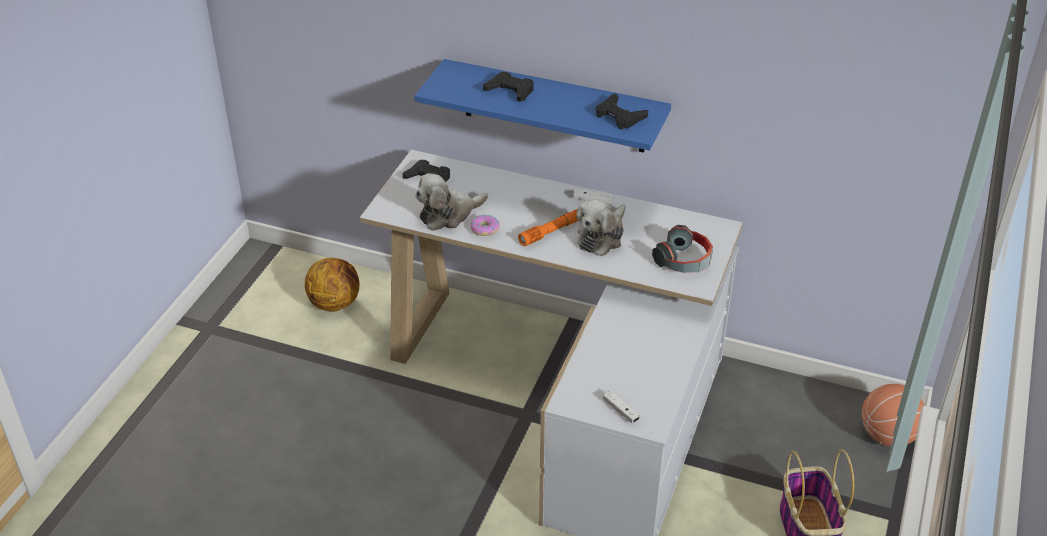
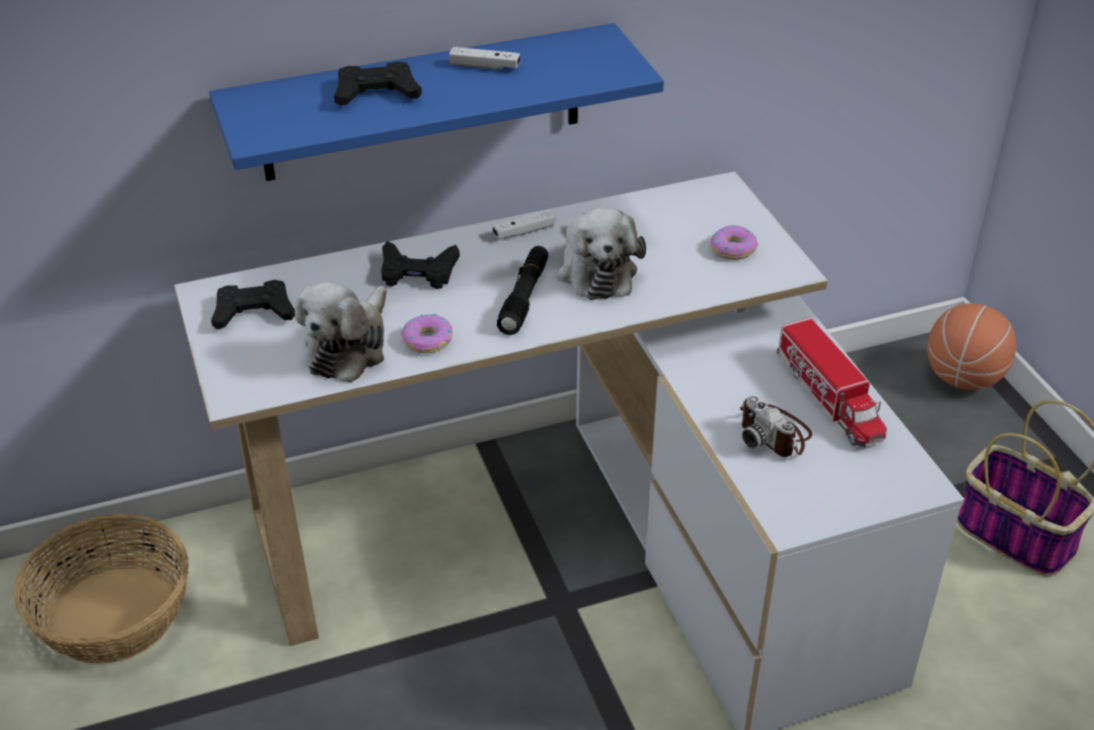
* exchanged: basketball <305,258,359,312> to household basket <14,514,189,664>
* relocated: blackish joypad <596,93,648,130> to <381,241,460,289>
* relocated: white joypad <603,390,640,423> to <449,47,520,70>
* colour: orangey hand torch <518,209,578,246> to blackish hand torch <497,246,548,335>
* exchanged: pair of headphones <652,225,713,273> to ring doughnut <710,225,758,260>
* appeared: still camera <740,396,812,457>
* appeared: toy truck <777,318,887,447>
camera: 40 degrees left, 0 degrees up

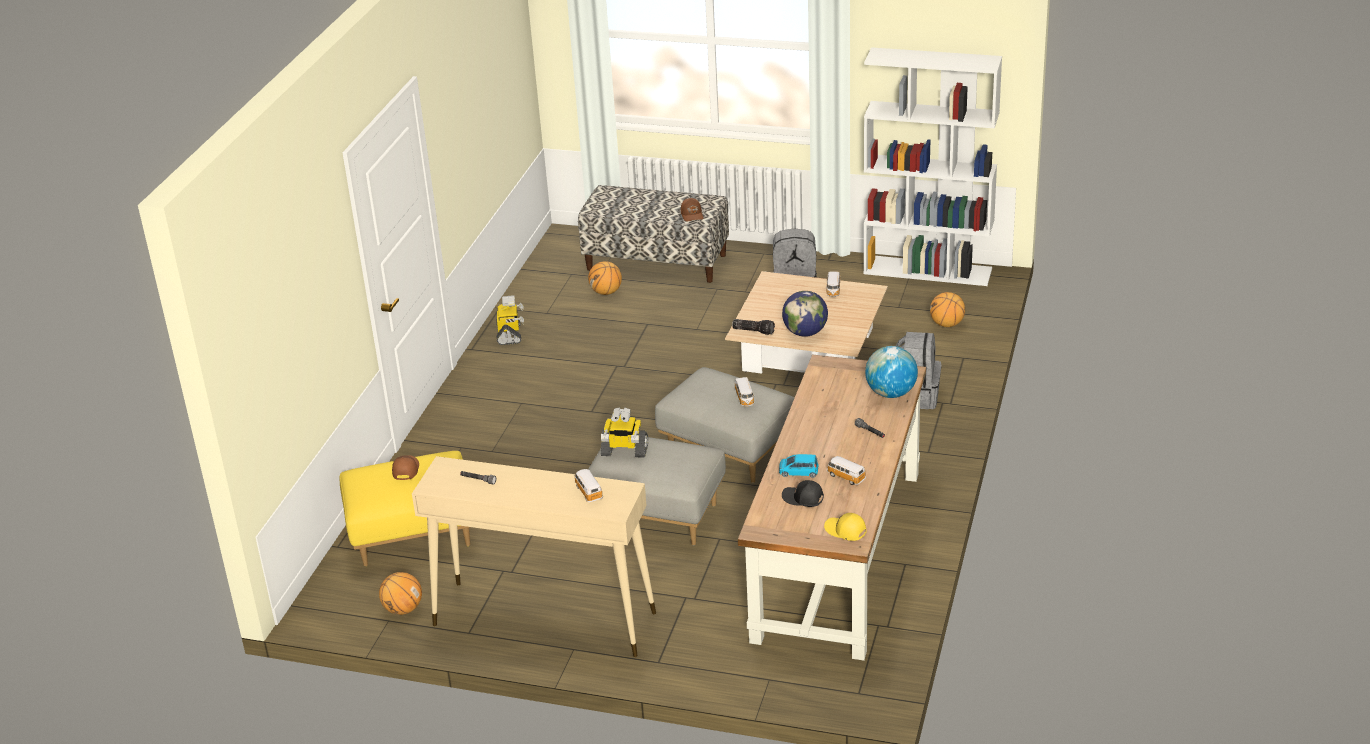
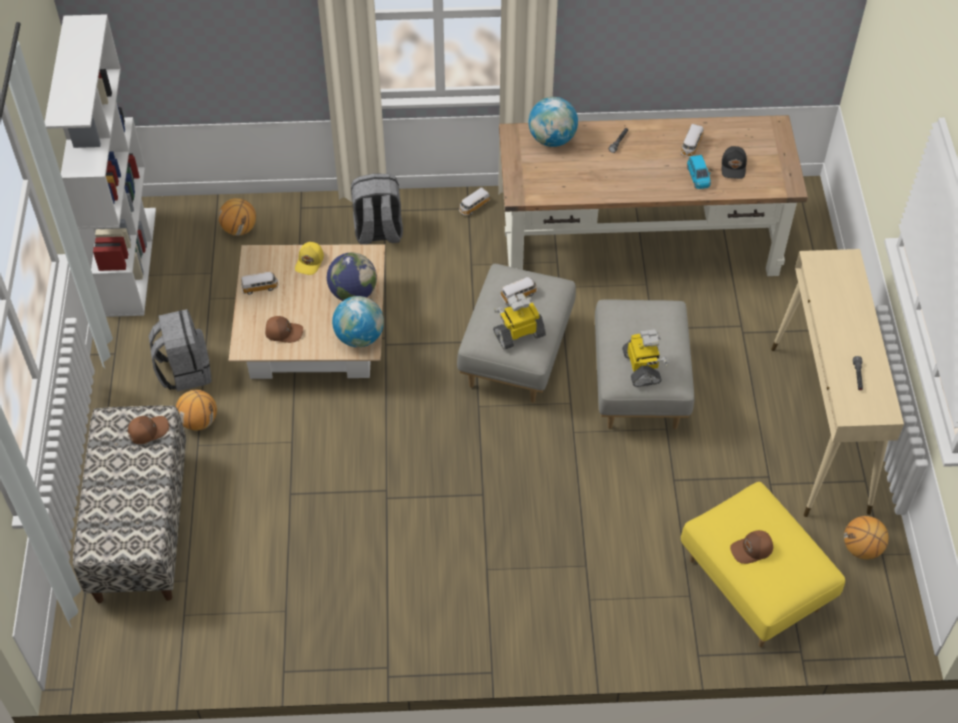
* relocated: basketball <588,261,622,295> to <176,390,217,431>
* appeared: brownish peaked cap <265,316,303,343>
* relocated: yellow peaked cap <824,513,866,541> to <295,242,324,275>
* exchanged: hand torch <732,319,775,335> to desk globe <332,296,384,347>
* relocated: toy car <573,469,603,502> to <459,187,490,216>
* relocated: robot figure <497,295,524,345> to <493,293,546,350>
camera: 110 degrees left, 20 degrees up

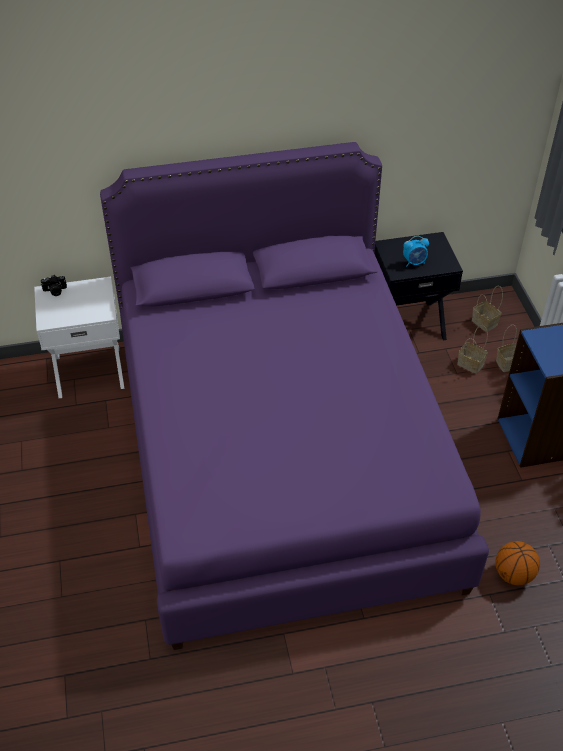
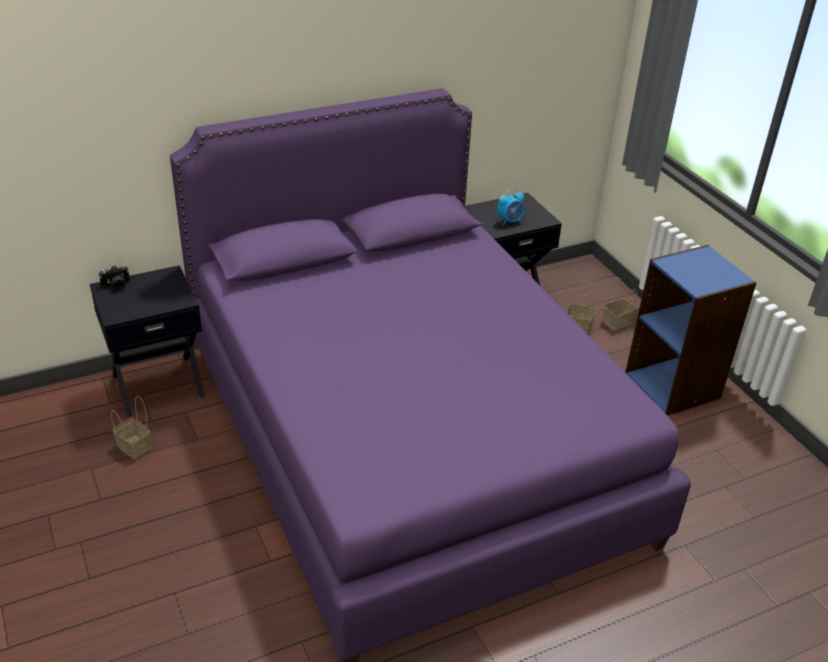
* colour: white night table <34,277,124,398> to blackish night table <90,265,205,417>
* relocated: household basket <472,285,503,332> to <111,395,152,459>
* missing: basketball <495,541,540,585>
camera: 15 degrees left, 10 degrees down

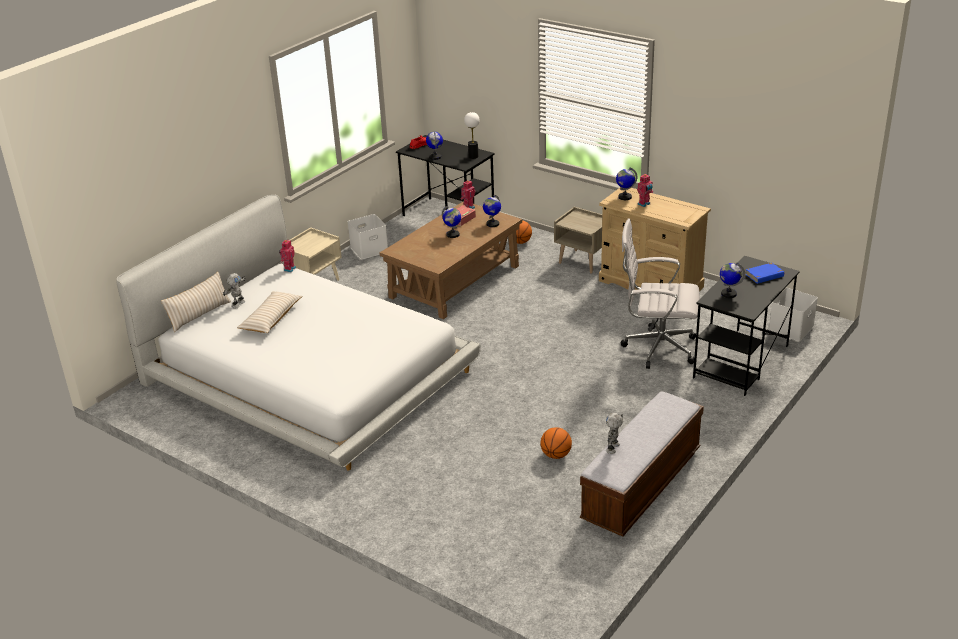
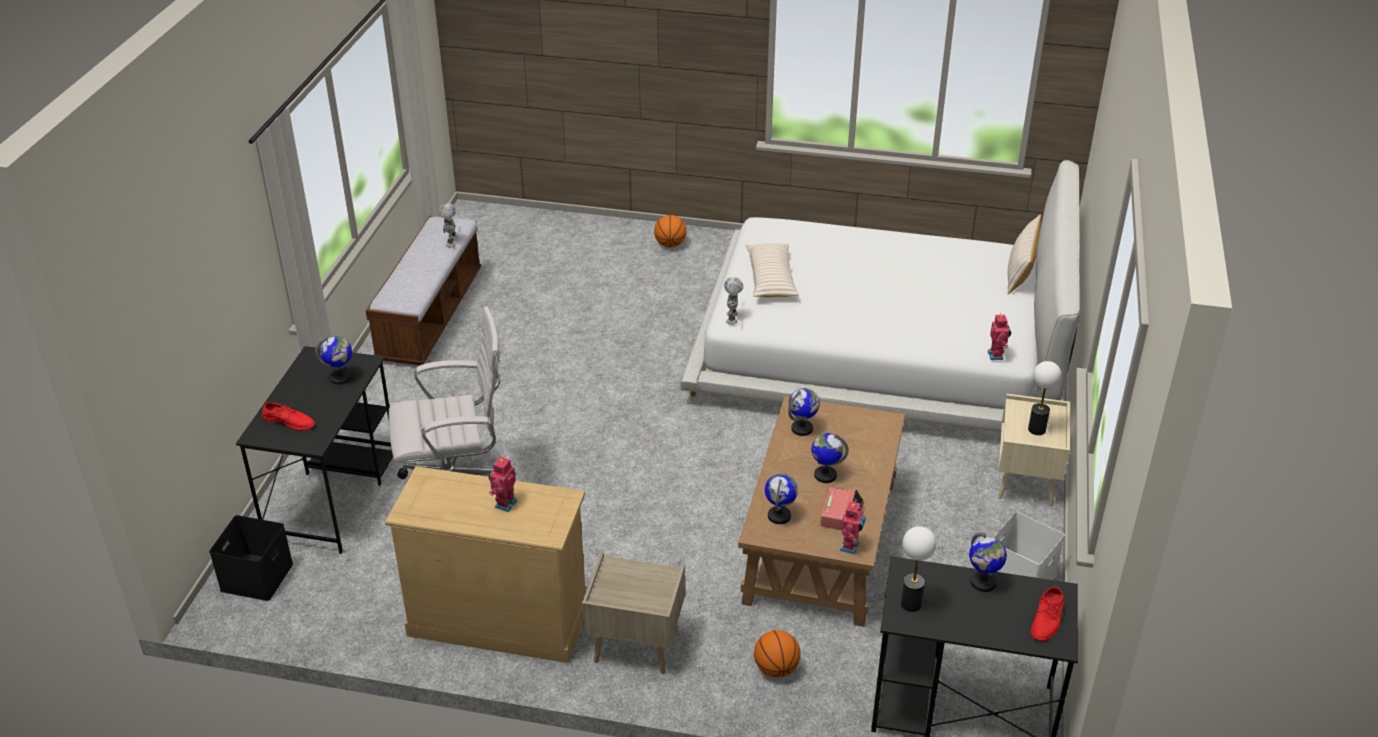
* colour: white storage box <769,288,818,341> to blackish storage box <209,515,293,601>
* exchanged: blue book <745,263,786,284> to red-coloured low shoe <262,402,315,431>
* relocated: basketball <540,427,572,459> to <654,215,687,247>
* relocated: robot figure <223,273,245,308> to <724,277,743,325>
* relocated: beige-coloured pillow <237,291,303,333> to <745,243,799,297>
* relocated: desk globe <616,167,637,200> to <788,388,820,436>
* appeared: lamp for a table <1028,361,1062,435>
camera: 155 degrees right, 5 degrees up

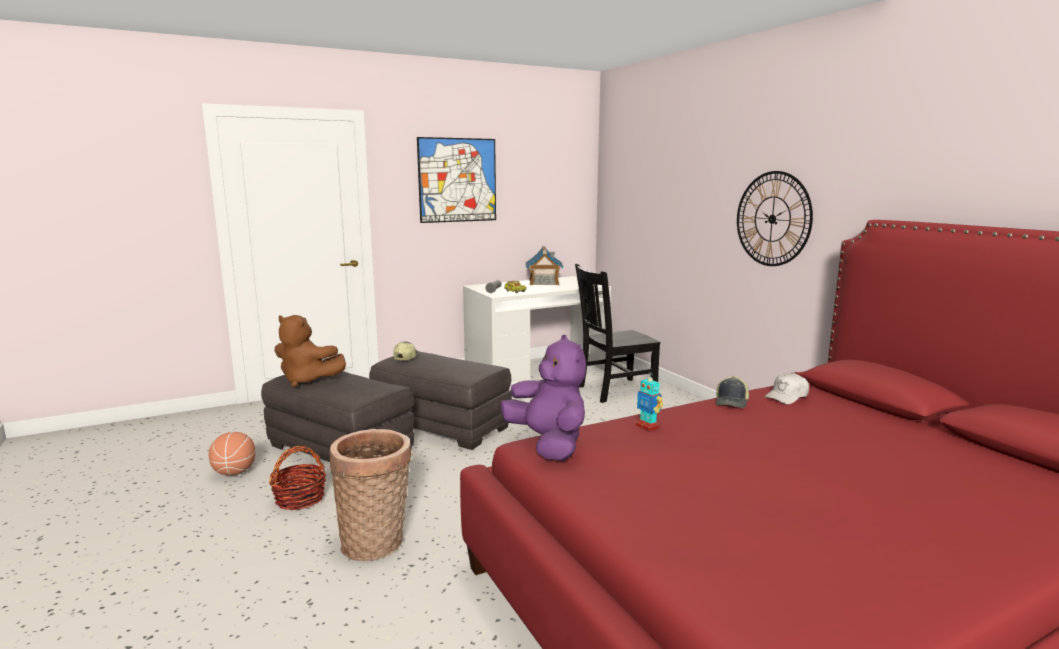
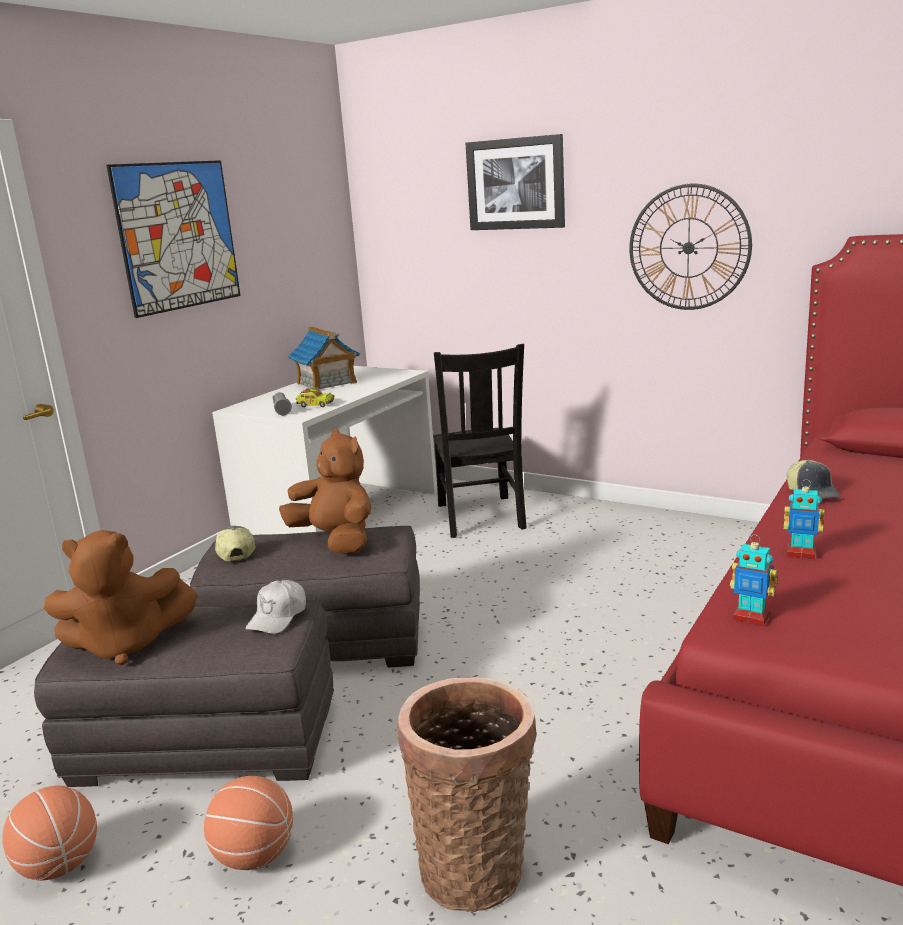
* exchanged: household basket <269,446,326,510> to basketball <204,776,293,870>
* relocated: white peaked cap <764,373,809,404> to <246,580,306,634>
* appeared: brownish plush toy <279,429,371,554>
* spun: blackish upright chair <575,264,660,403> = <433,344,527,538> 45 degrees counterclockwise
* appeared: picture <465,134,565,230>
* exchanged: purple-coloured plush toy <500,335,586,461> to robot figure <730,535,777,626>
camera: 30 degrees left, 5 degrees up

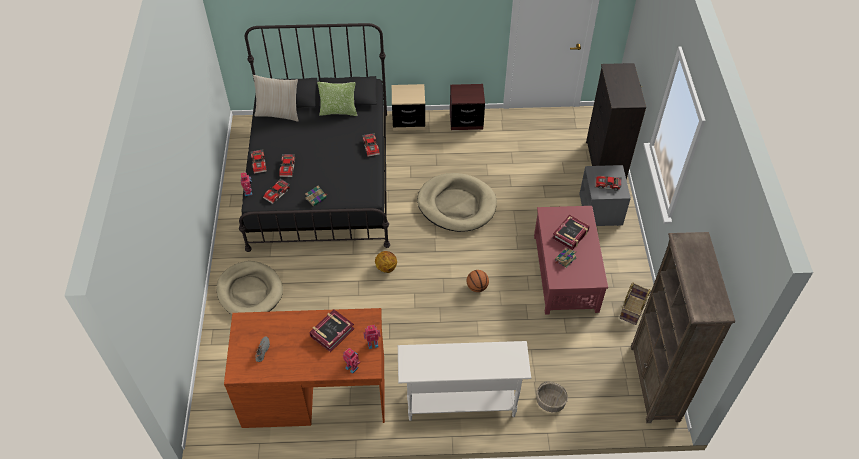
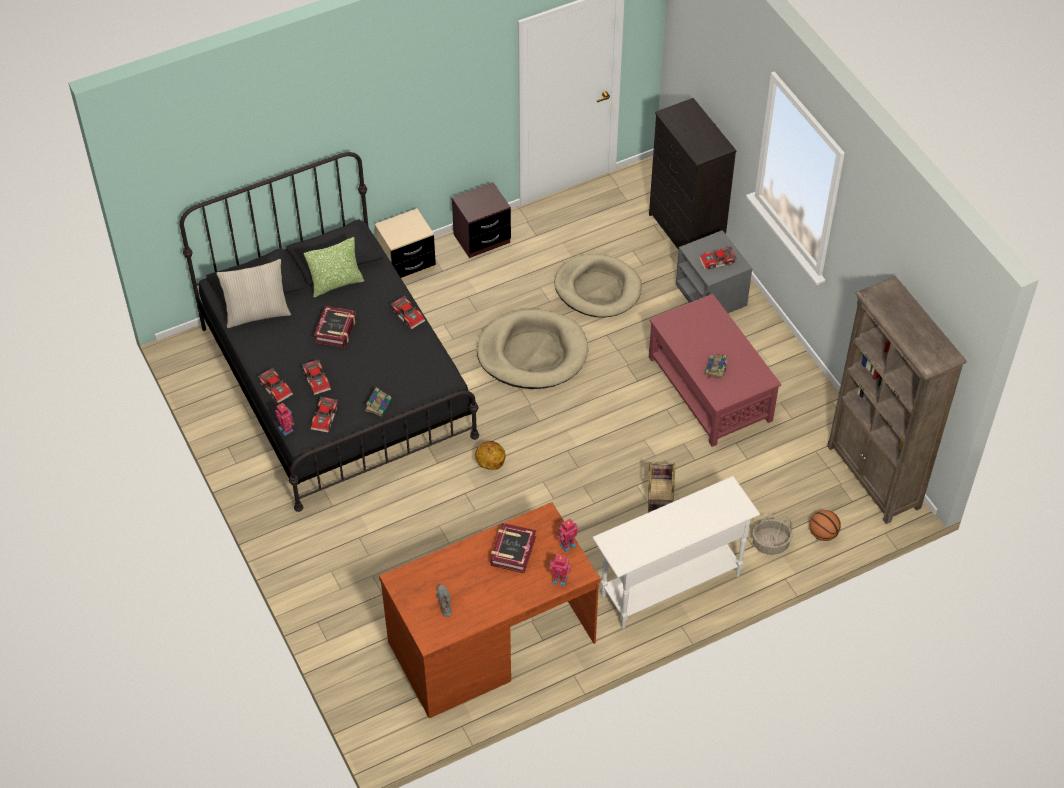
* relocated: book <552,215,590,250> to <314,306,356,348>
* relocated: beige-coloured pet bed <216,261,283,315> to <554,254,642,317>
* relocated: household basket <619,282,651,325> to <648,462,675,513>
* relocated: basketball <466,270,489,292> to <810,510,841,541>
camera: 25 degrees left, 0 degrees up

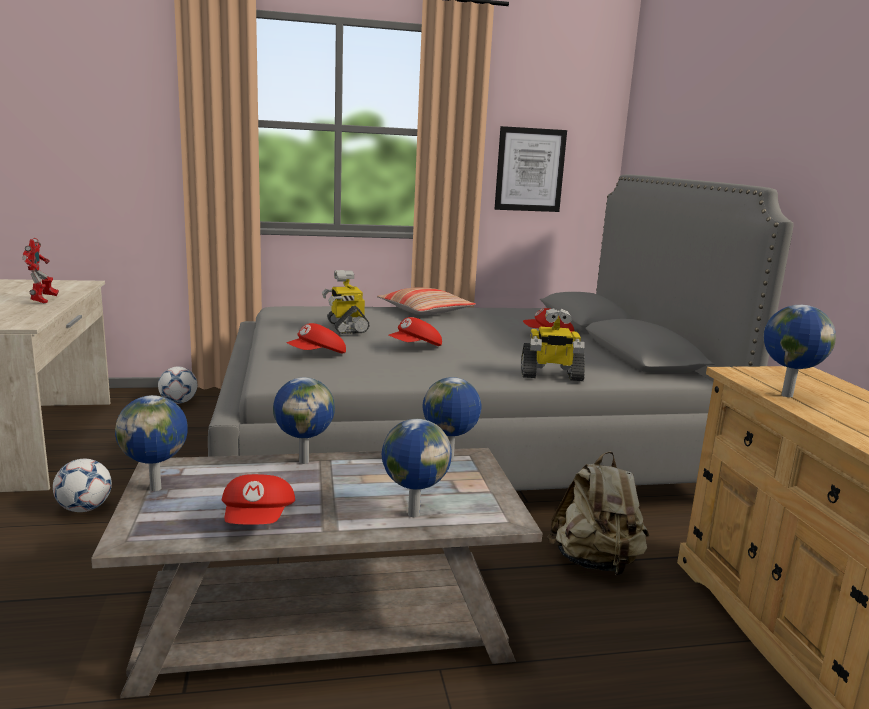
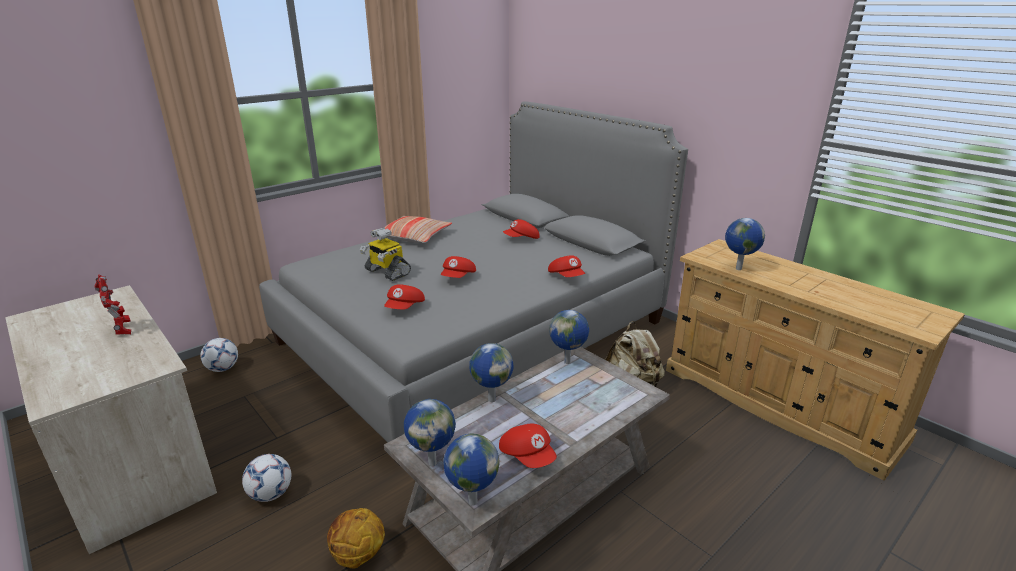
* appeared: basketball <327,508,385,569>
* relocated: desk globe <382,419,452,517> to <443,433,500,506>
* exchanged: robot figure <521,308,585,381> to red-coloured peaked cap <548,255,585,277>
* missing: picture <495,126,567,212>
camera: 30 degrees left, 10 degrees up

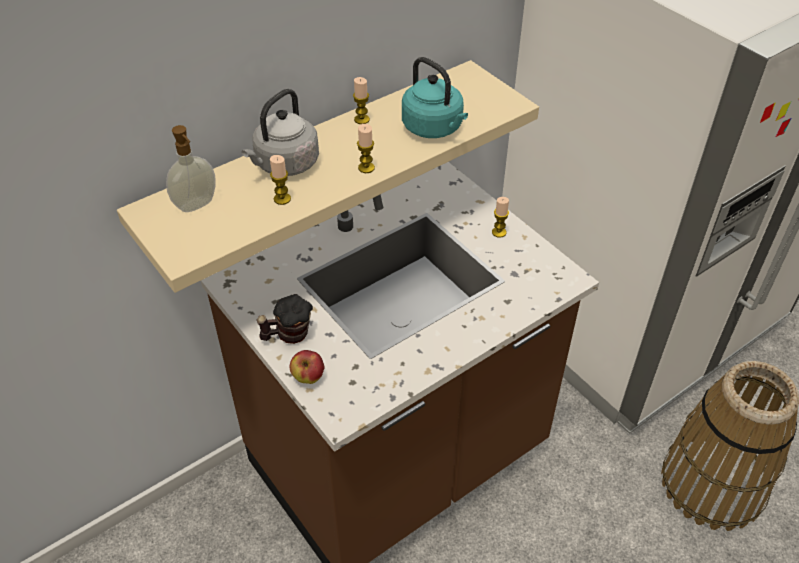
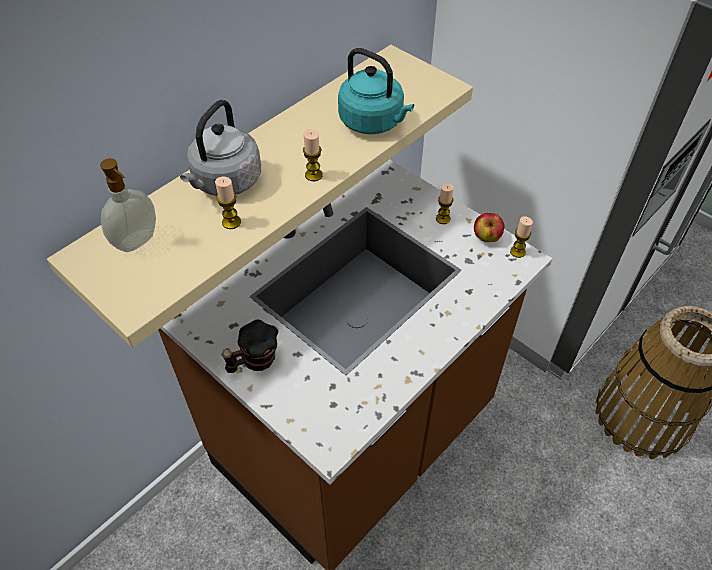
* relocated: apple fruit <290,350,324,384> to <474,213,504,242>
* relocated: candle <353,77,370,124> to <510,216,533,258>
camera: 10 degrees left, 5 degrees up

